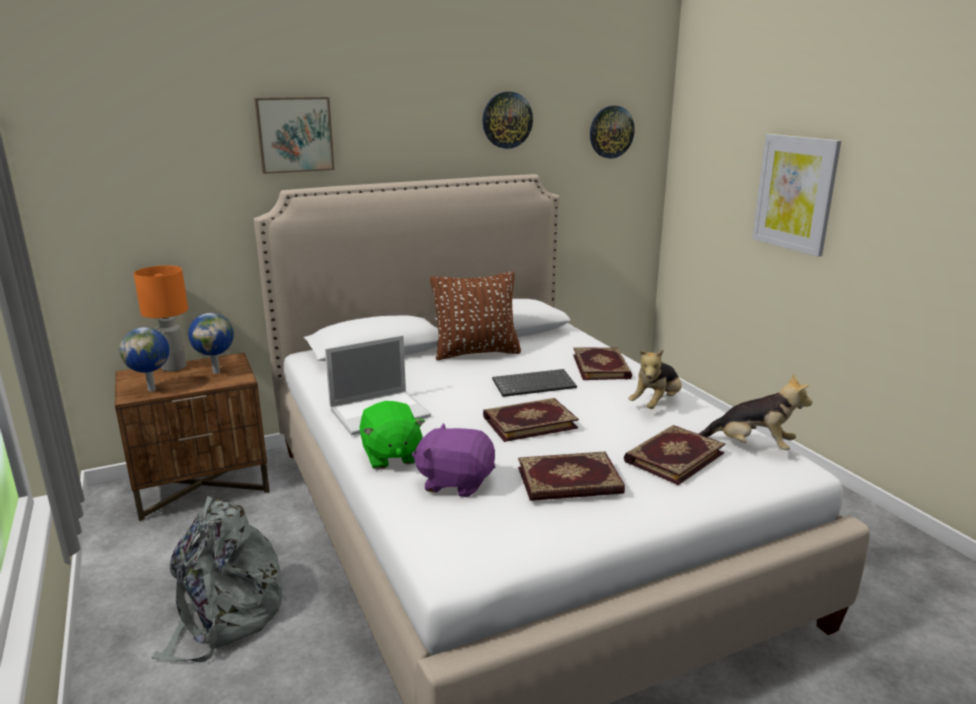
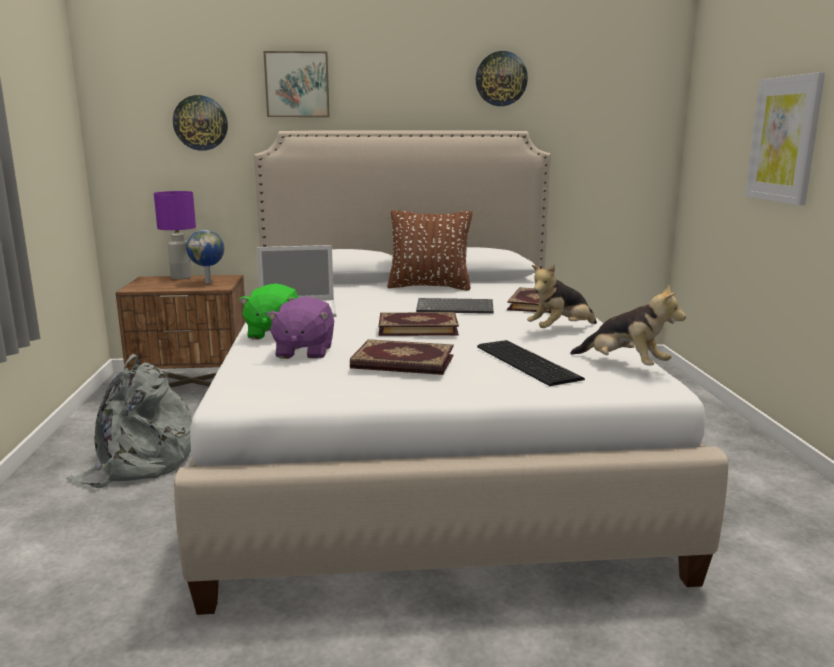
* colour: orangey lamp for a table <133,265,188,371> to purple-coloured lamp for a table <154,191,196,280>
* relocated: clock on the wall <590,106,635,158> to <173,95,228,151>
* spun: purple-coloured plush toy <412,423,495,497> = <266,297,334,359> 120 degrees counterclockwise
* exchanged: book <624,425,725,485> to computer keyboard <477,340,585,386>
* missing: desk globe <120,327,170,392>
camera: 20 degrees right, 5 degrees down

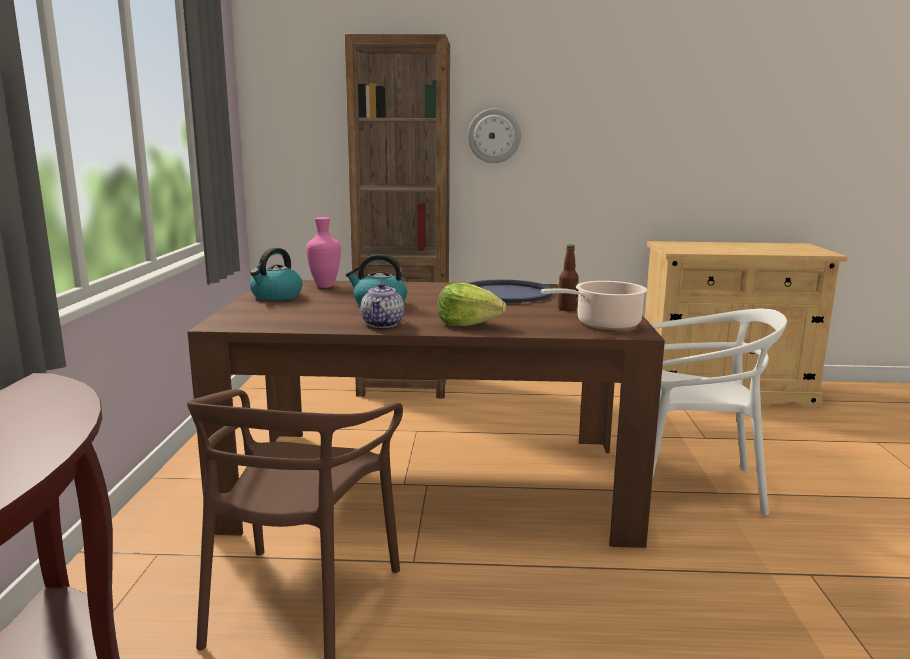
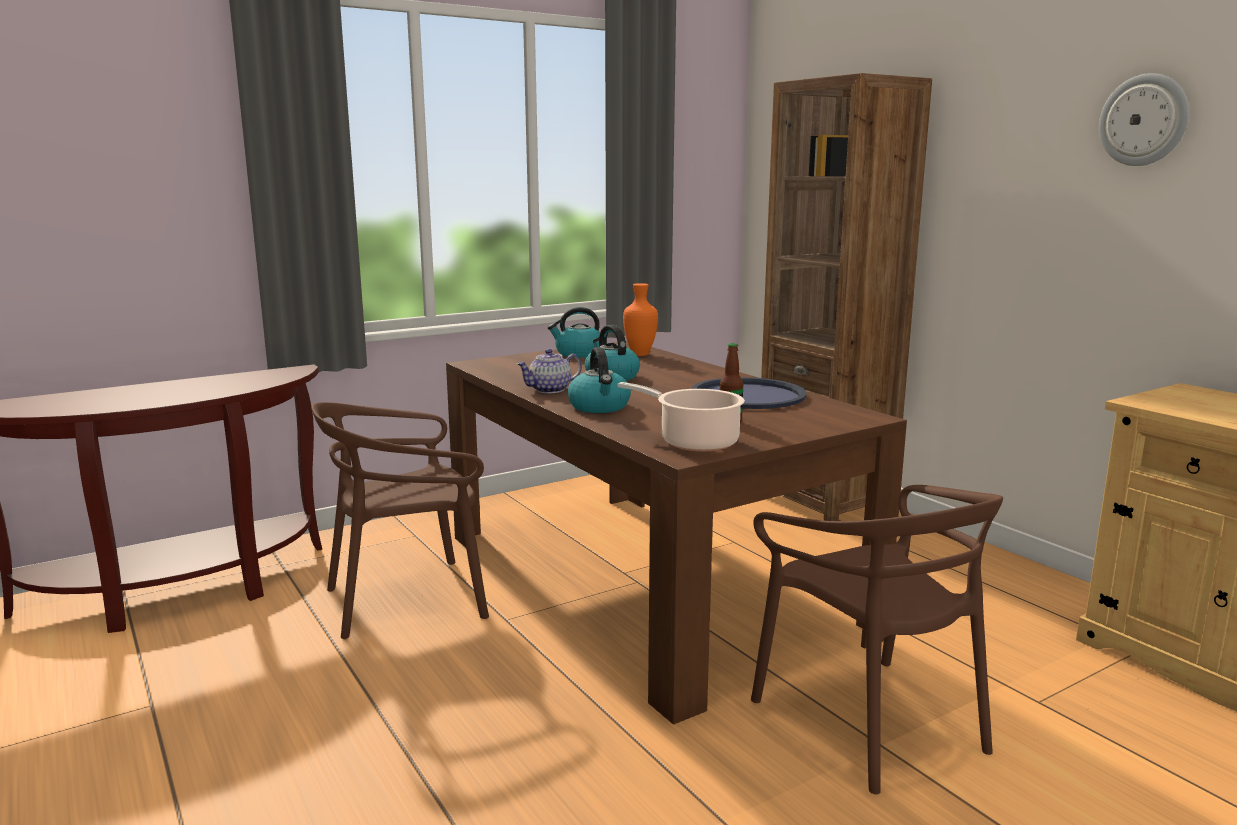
* exchanged: head of lettuce <437,283,506,326> to kettle <568,347,631,413>
* colour: pink decorative vase <306,217,341,288> to orangey decorative vase <623,283,658,356>
* colour: white upright chair <651,308,787,515> to brownish upright chair <751,485,1003,794>
* relocated: clock on the wall <468,108,521,163> to <1099,73,1189,166>
camera: 55 degrees right, 0 degrees up

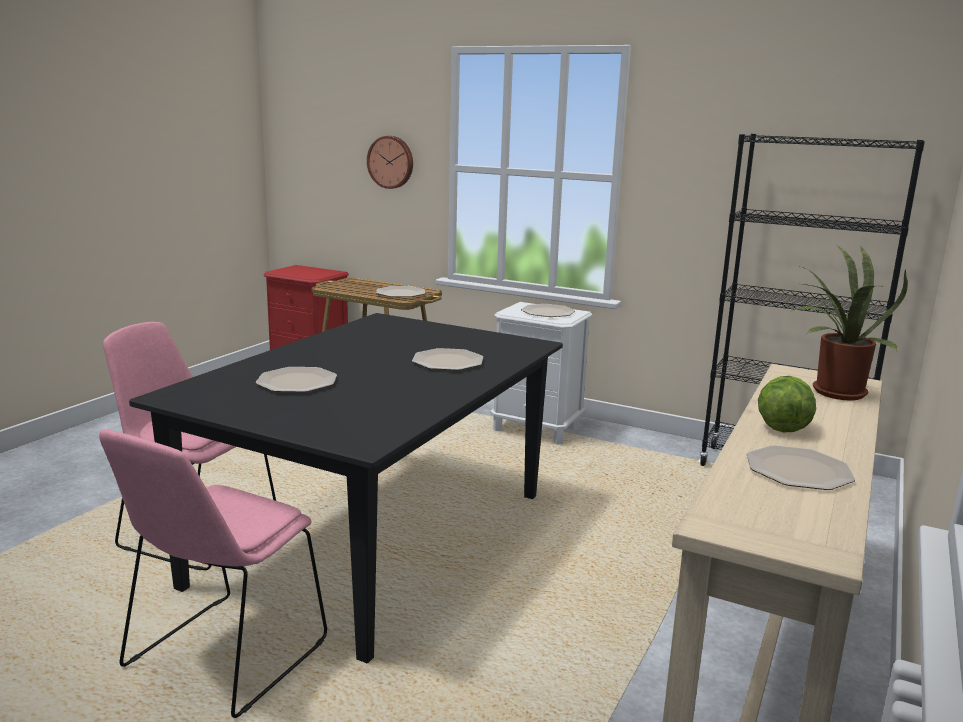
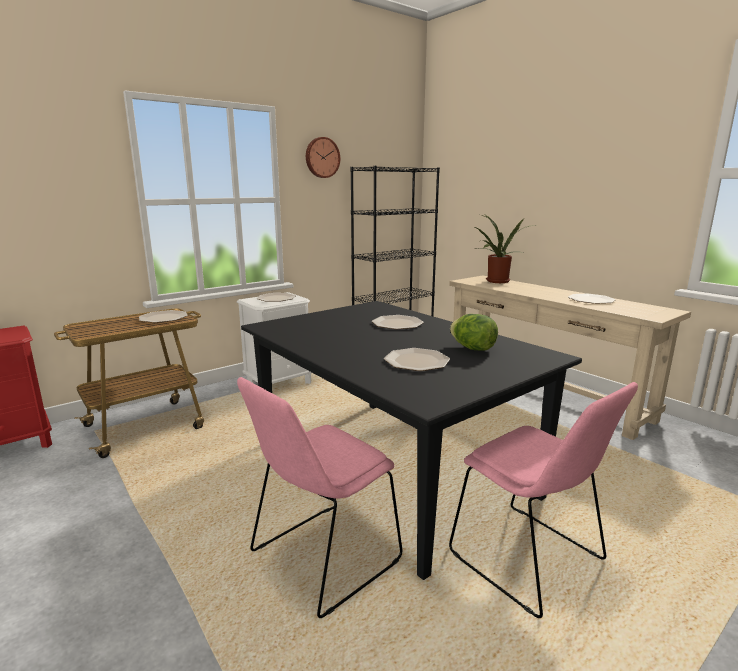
* relocated: clock on the wall <367,136,413,189> to <306,137,340,178>
* relocated: head of lettuce <758,376,816,432> to <450,314,498,350>
camera: 65 degrees left, 0 degrees up

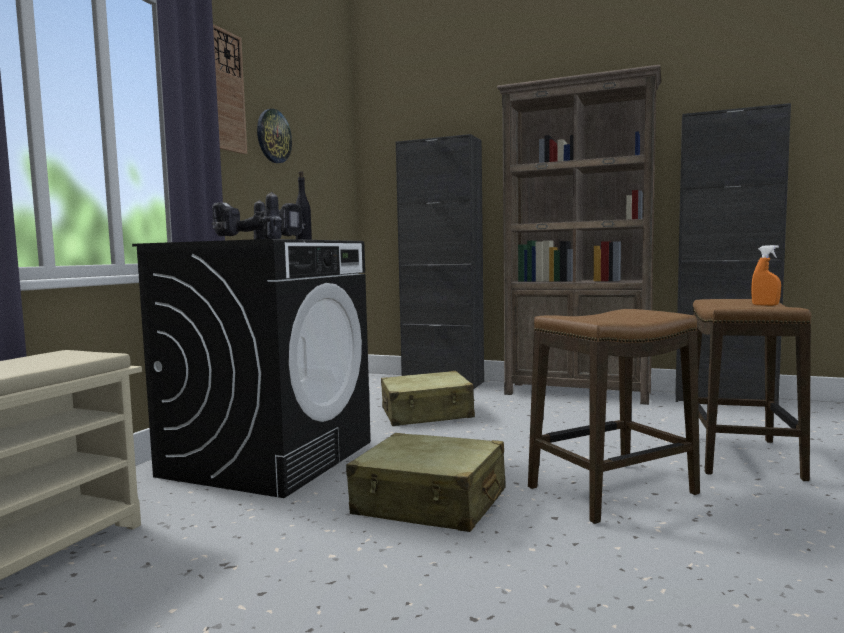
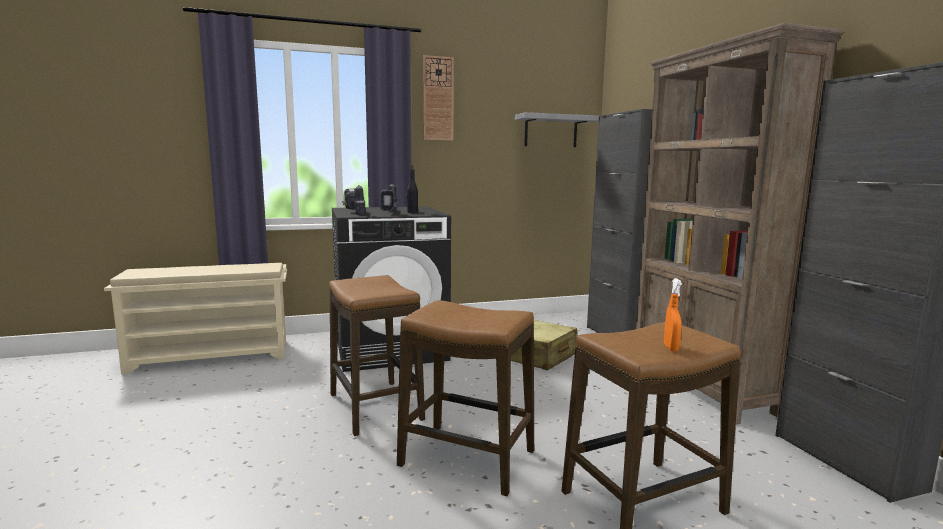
* exchanged: beige-coloured travel case <346,433,505,532> to stool seat <329,276,425,436>
* appeared: grey wall shelf <515,112,599,147>
* missing: clock on the wall <257,109,292,163>
camera: 50 degrees right, 5 degrees up

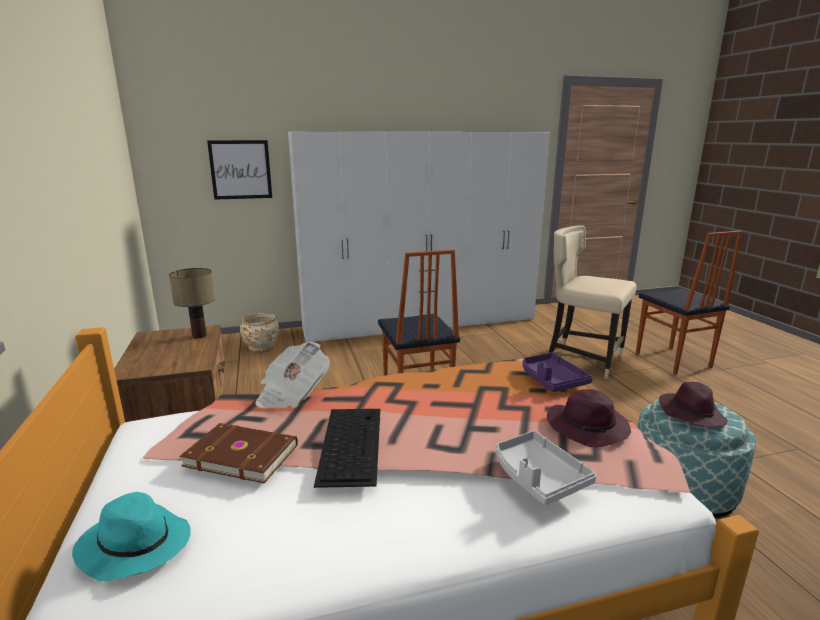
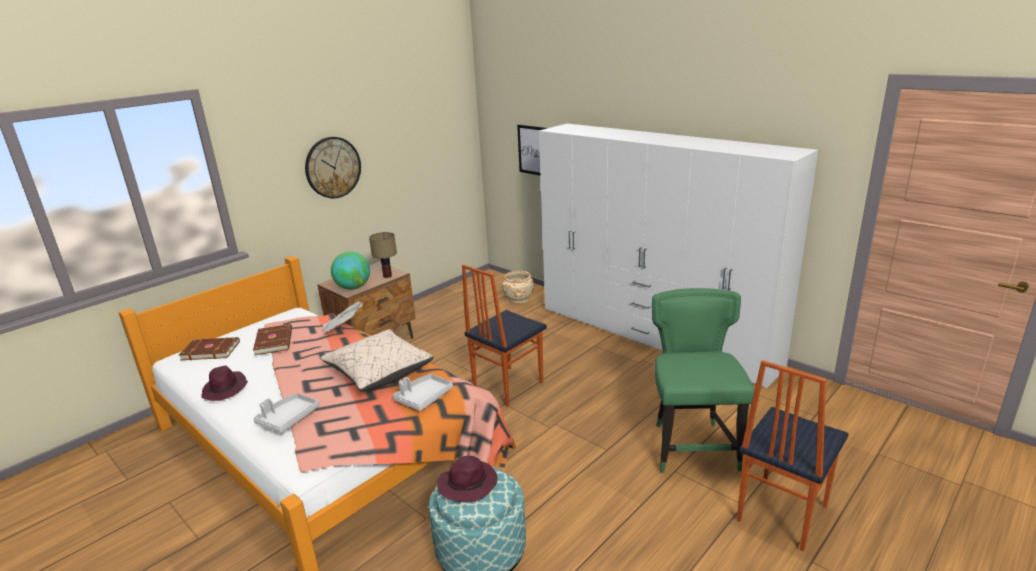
* exchanged: blue-green wearable hat <72,492,191,581> to brownish book <179,337,240,360>
* relocated: purple-coloured wearable hat <547,389,631,447> to <201,366,248,401>
* appeared: clock on the wall <305,137,361,198>
* appeared: beige-coloured pillow <321,329,434,392>
* appeared: desk globe <331,251,370,290>
* colour: purple-coloured tray <523,352,593,392> to grey tray <393,374,453,411>
* colour: beige-coloured upright chair <549,225,637,379> to green-coloured upright chair <652,288,755,472>
* missing: computer keyboard <314,409,380,488>
camera: 60 degrees right, 5 degrees up

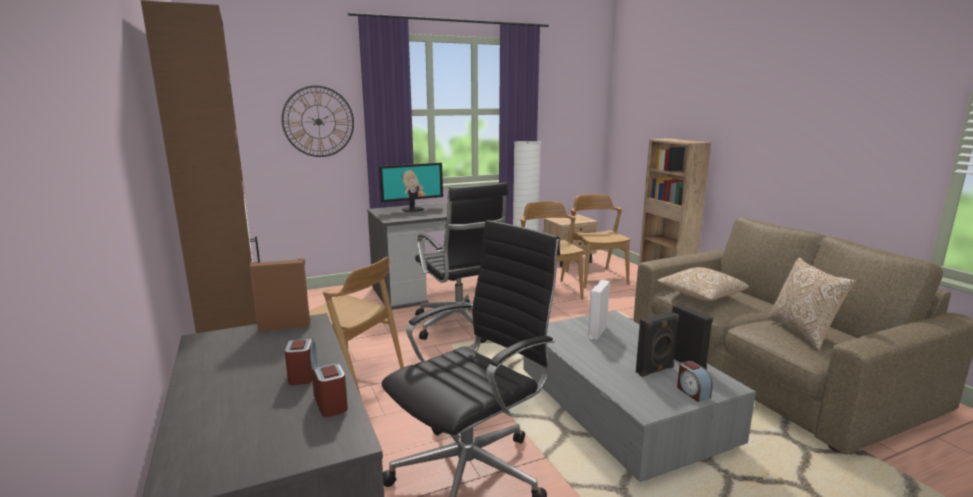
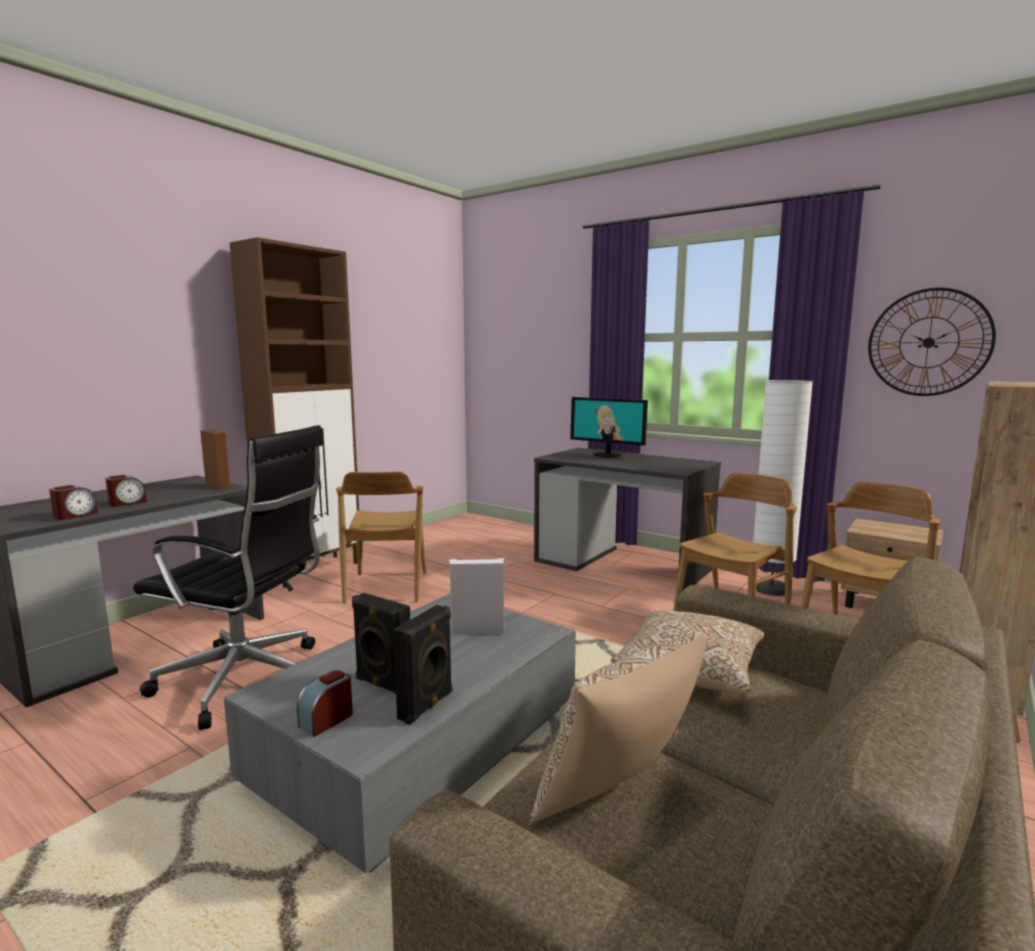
* relocated: clock on the wall <281,85,354,157> to <868,288,996,396>
* missing: blackish office chair <415,183,508,343>
camera: 60 degrees right, 5 degrees down

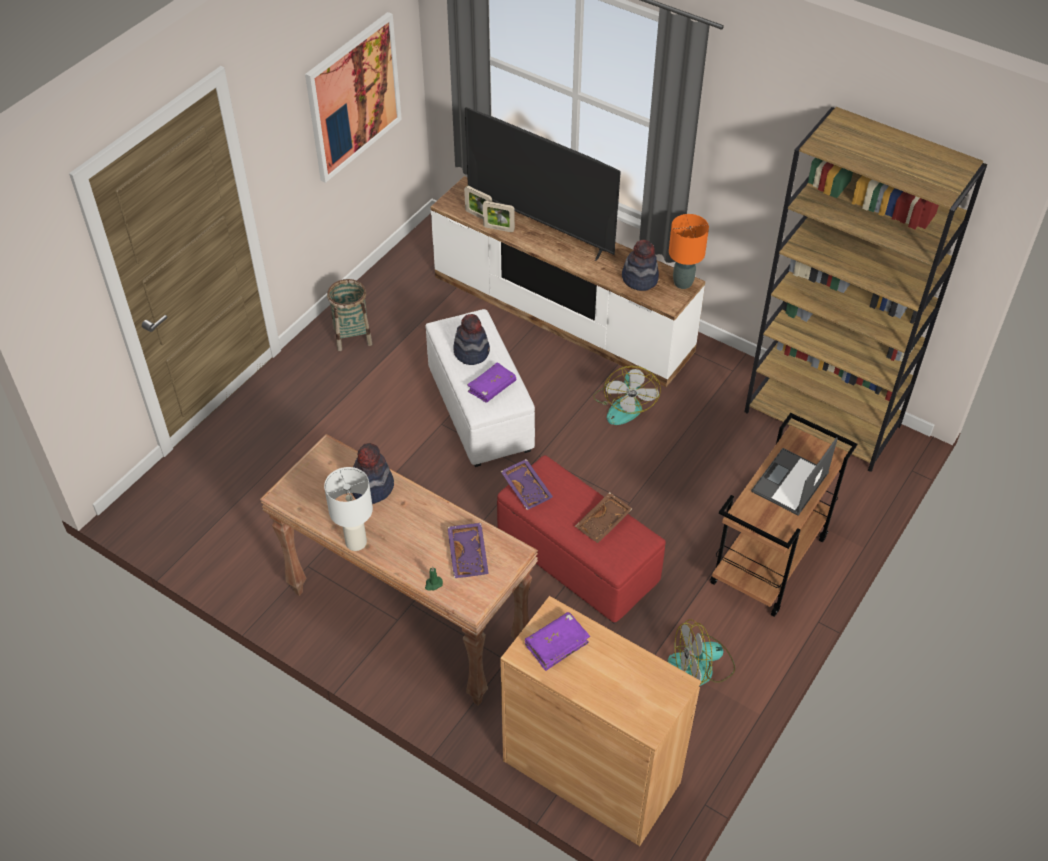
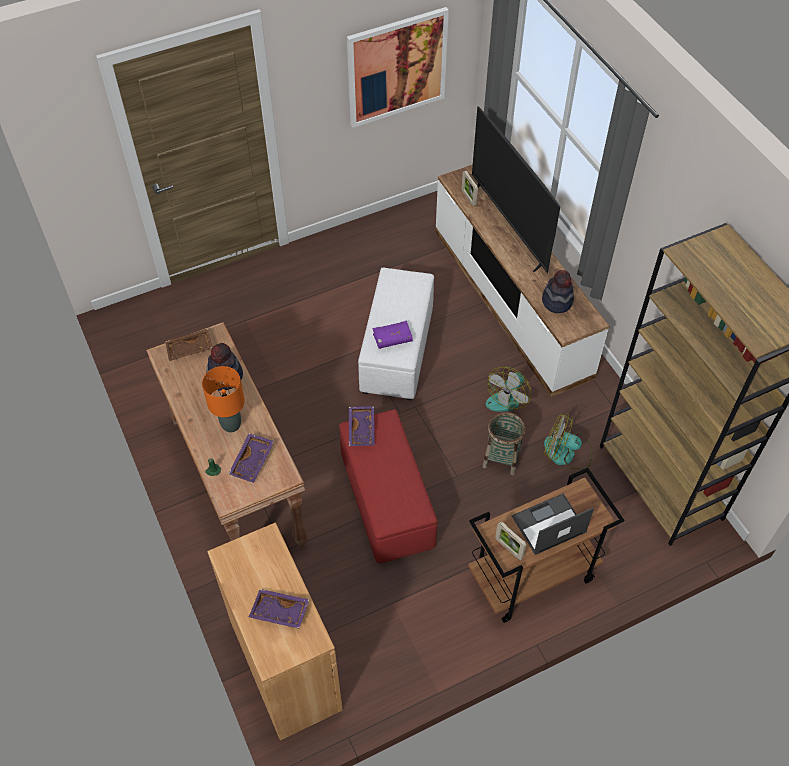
* relocated: brownish tray <575,492,633,543> to <165,328,212,361>
* relocated: orangey lamp for a table <669,214,709,289> to <202,366,245,433>
* appeared: purple-coloured tray <249,589,310,628>
* relocated: household basket <327,279,372,351> to <482,412,525,475>
* relocated: picture frame <483,201,515,232> to <495,521,527,560>
* relocated: electric fan <668,619,735,686> to <544,413,593,470>
* missing: white lamp for a table <324,467,373,551>
* missing: wearable hat <453,314,490,365>
* missing: purple-coloured book <525,612,590,671>
camera: 30 degrees right, 5 degrees up

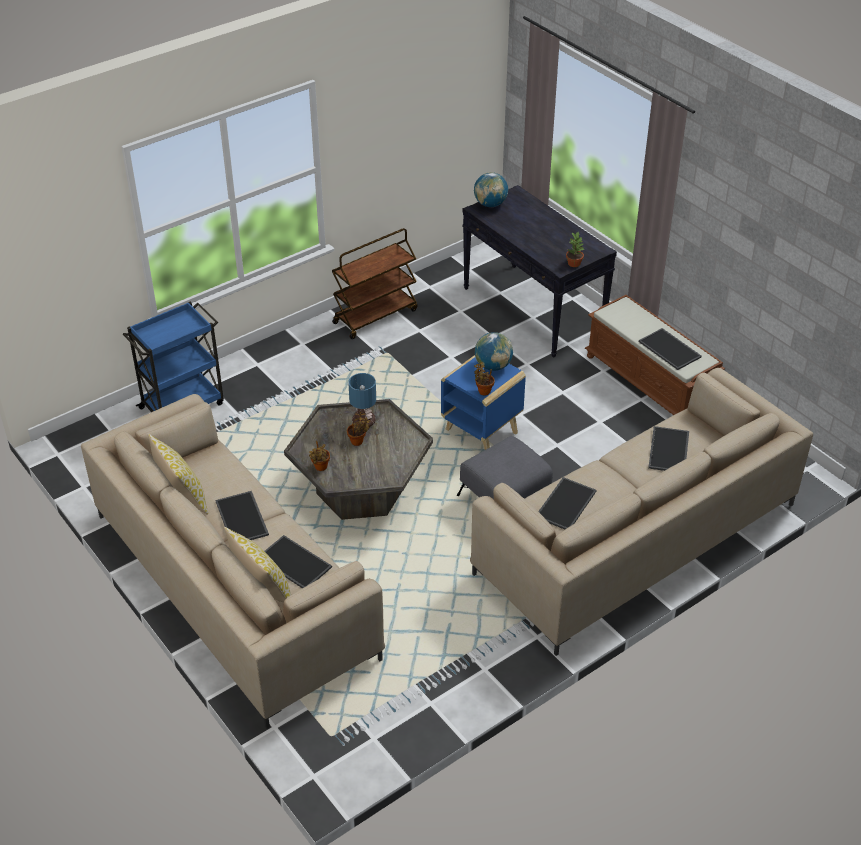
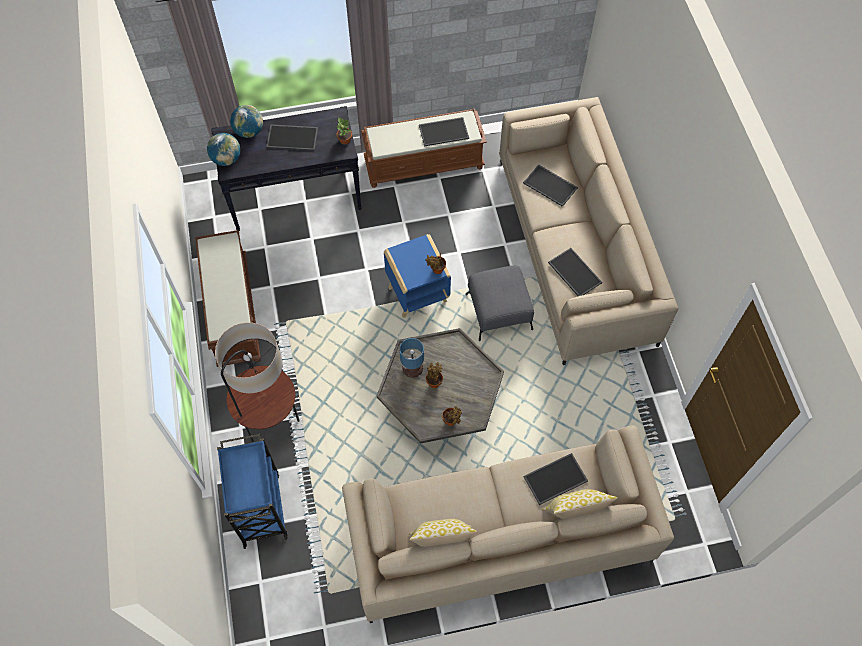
* exchanged: brownish wheeled cart <332,228,418,339> to brownish indoor bench <195,230,261,367>
* appeared: standard lamp <215,323,300,442>
* relocated: desk globe <475,332,513,371> to <230,105,263,138>
* relocated: tray <215,491,269,540> to <266,124,318,151>
camera: 65 degrees left, 20 degrees up

